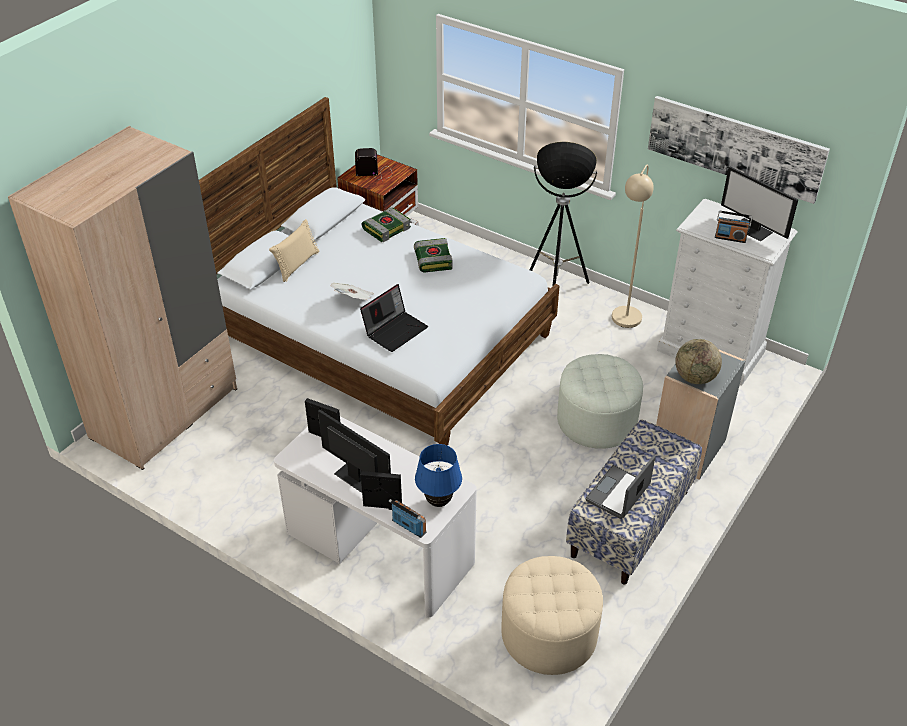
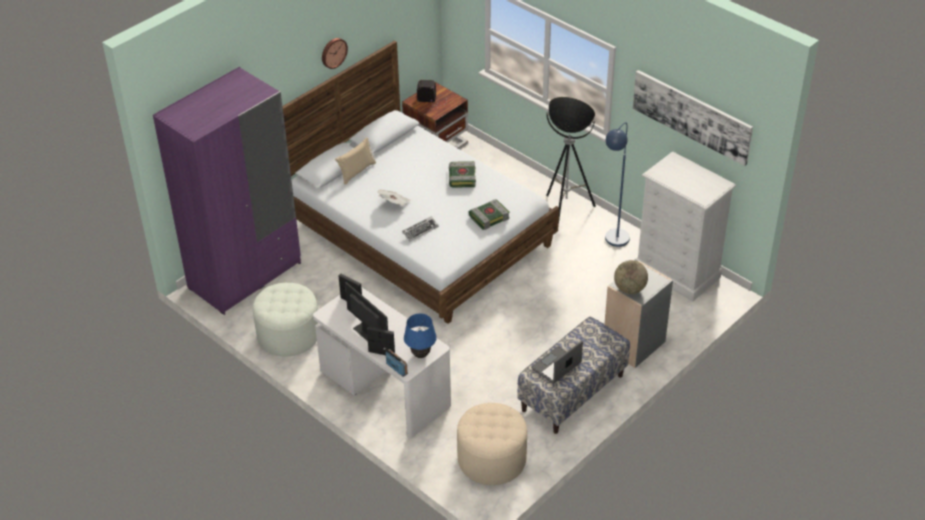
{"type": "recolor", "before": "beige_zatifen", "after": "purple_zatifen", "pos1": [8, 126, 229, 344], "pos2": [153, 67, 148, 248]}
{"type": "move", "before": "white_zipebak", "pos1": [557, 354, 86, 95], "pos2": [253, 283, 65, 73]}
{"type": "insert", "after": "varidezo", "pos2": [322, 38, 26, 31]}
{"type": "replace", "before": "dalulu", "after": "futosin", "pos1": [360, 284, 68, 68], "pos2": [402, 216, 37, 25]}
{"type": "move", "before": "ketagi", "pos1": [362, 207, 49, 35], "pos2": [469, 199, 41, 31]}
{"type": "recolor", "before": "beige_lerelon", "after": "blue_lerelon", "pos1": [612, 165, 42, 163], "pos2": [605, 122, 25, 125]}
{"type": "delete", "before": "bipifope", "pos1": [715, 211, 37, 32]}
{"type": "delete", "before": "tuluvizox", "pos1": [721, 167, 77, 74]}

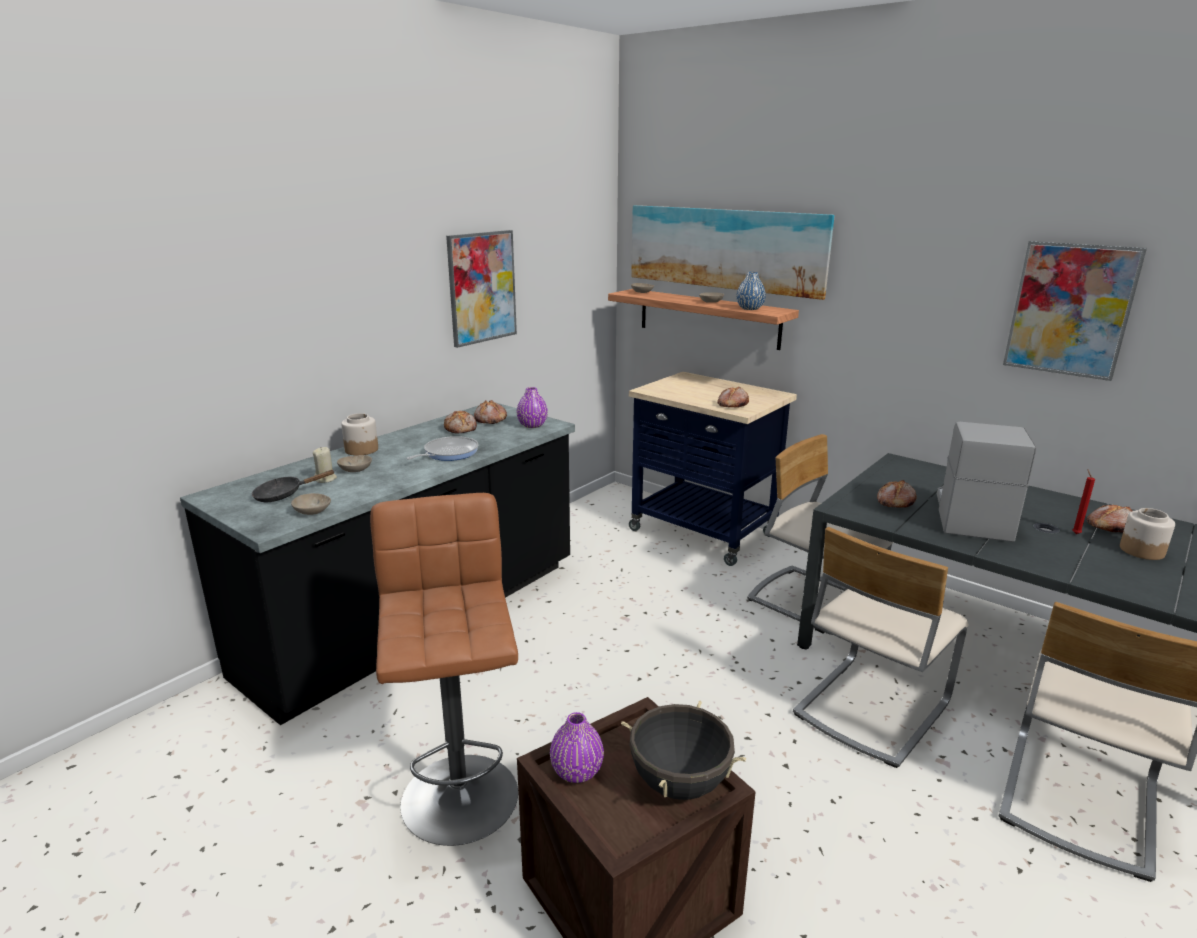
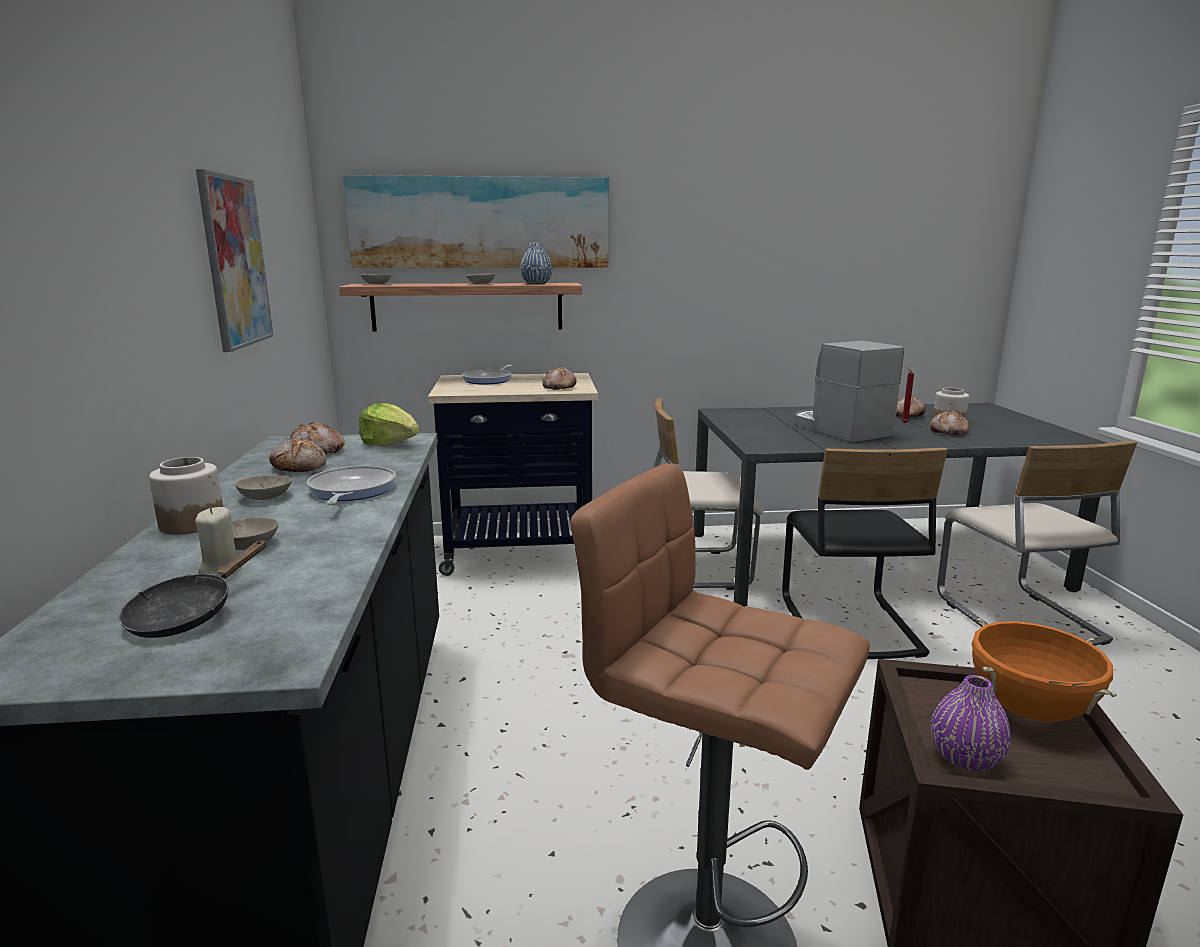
{"type": "move", "before": "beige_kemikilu", "pos1": [291, 493, 40, 22], "pos2": [235, 476, 57, 24]}
{"type": "replace", "before": "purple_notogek", "after": "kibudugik", "pos1": [517, 387, 31, 41], "pos2": [359, 403, 60, 43]}
{"type": "insert", "after": "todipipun", "pos2": [462, 365, 50, 19]}
{"type": "recolor", "before": "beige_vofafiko", "after": "black_vofafiko", "pos1": [793, 527, 175, 241], "pos2": [782, 448, 165, 211]}
{"type": "move", "before": "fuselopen", "pos1": [877, 480, 40, 28], "pos2": [930, 410, 40, 25]}
{"type": "recolor", "before": "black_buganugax", "after": "orange_buganugax", "pos1": [621, 701, 126, 99], "pos2": [971, 618, 145, 104]}
{"type": "delete", "before": "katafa", "pos1": [1003, 241, 144, 140]}

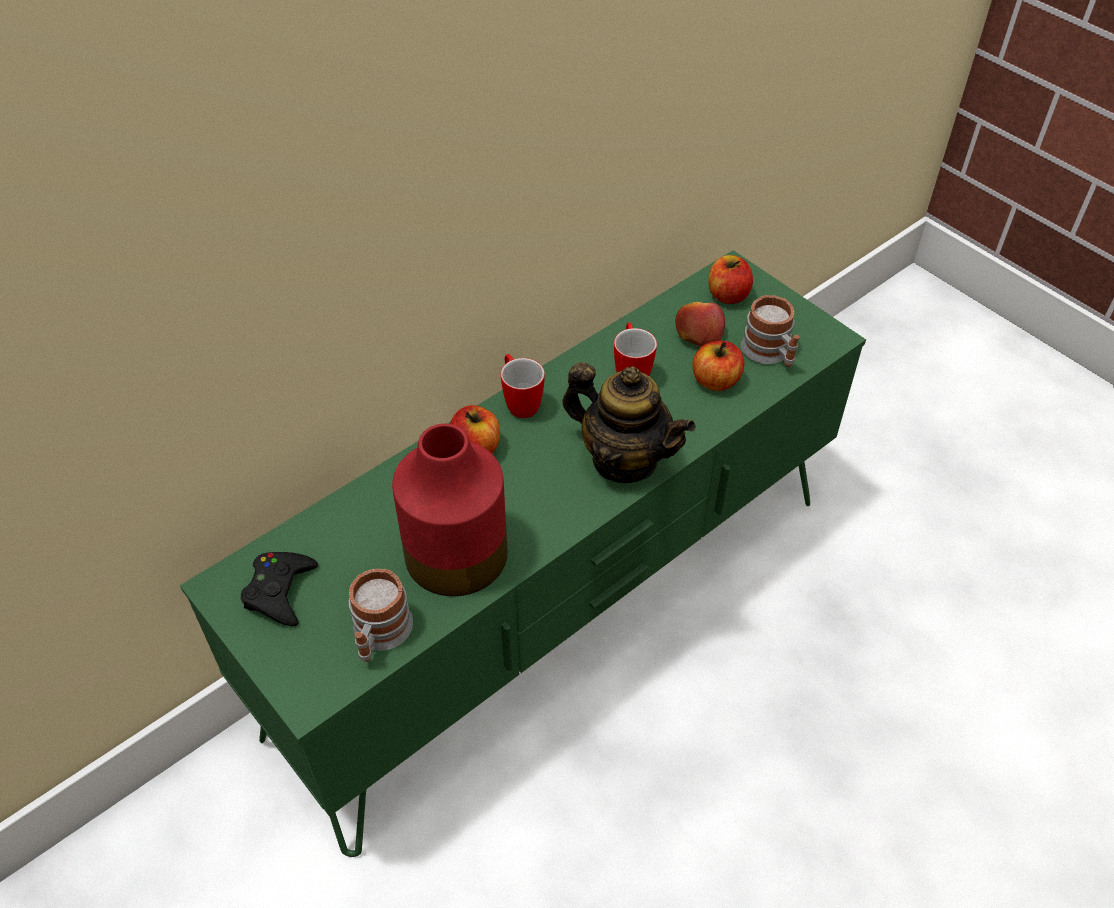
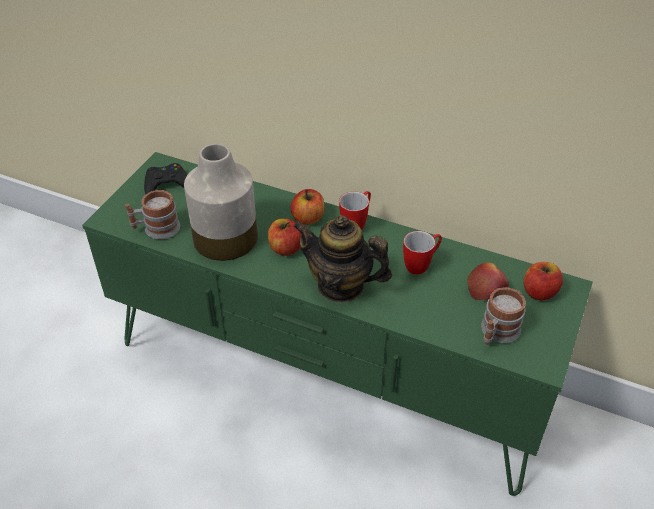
{"type": "recolor", "before": "red_notogek", "after": "beige_notogek", "pos1": [392, 424, 116, 172], "pos2": [184, 144, 74, 117]}
{"type": "move", "before": "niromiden", "pos1": [692, 341, 52, 50], "pos2": [268, 219, 34, 37]}
{"type": "rotate", "before": "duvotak", "pos1": [562, 362, 134, 121], "pos2": [293, 215, 99, 88], "turn": 105}

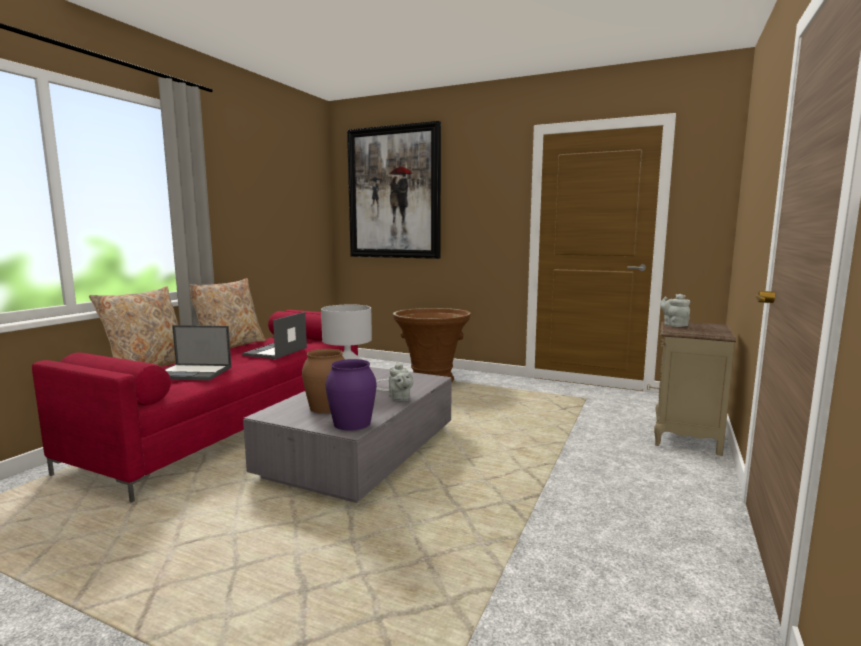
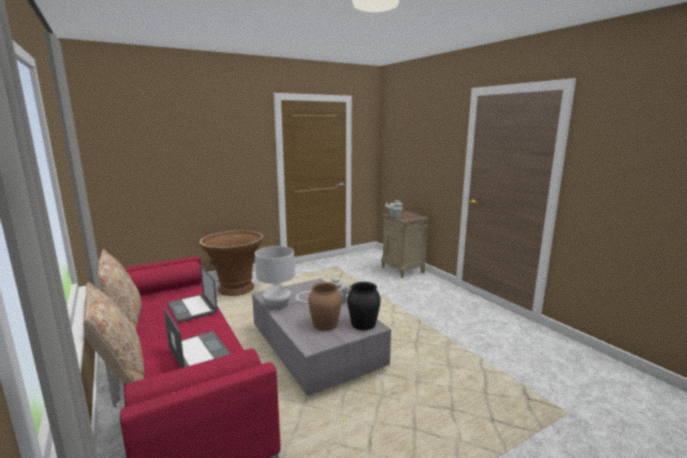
{"type": "rotate", "before": "dalulu", "pos1": [164, 325, 68, 55], "pos2": [164, 308, 67, 60], "turn": -75}
{"type": "recolor", "before": "purple_notogek", "after": "black_notogek", "pos1": [326, 359, 50, 71], "pos2": [347, 282, 34, 48]}
{"type": "delete", "before": "katafa", "pos1": [347, 121, 94, 138]}

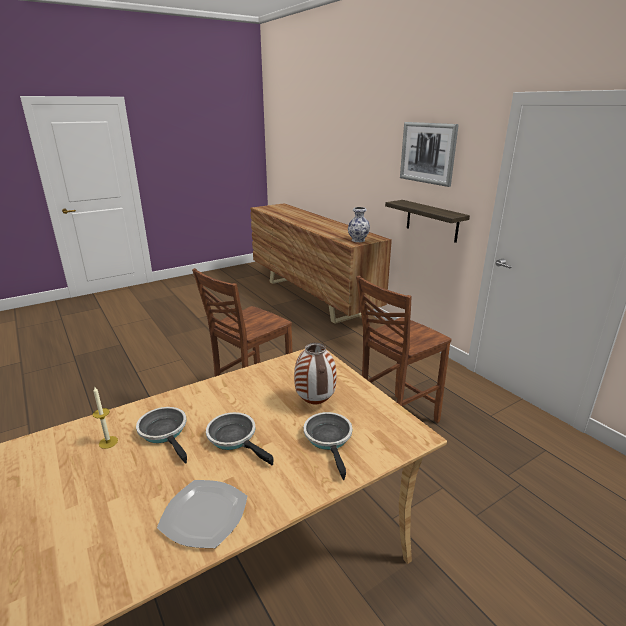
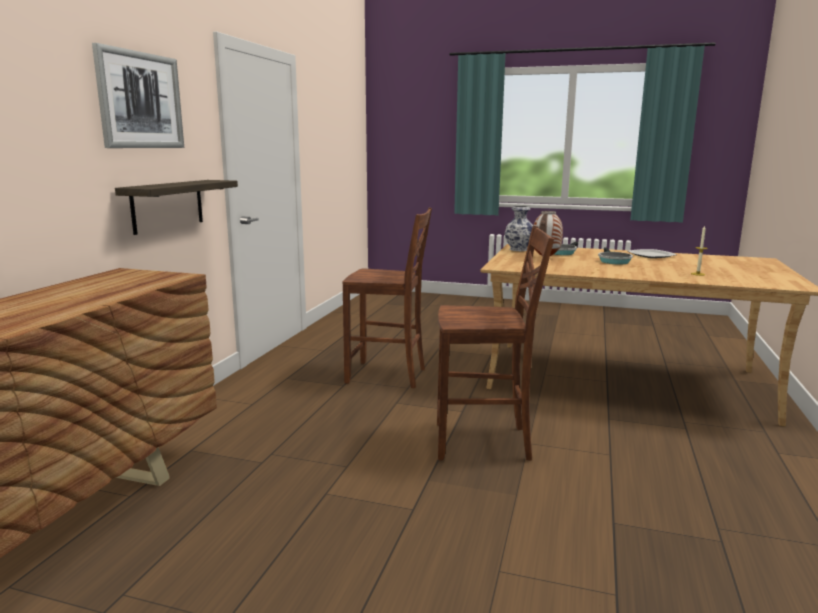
{"type": "move", "before": "notogek", "pos1": [348, 207, 22, 35], "pos2": [505, 206, 28, 45]}
{"type": "delete", "before": "todipipun", "pos1": [136, 407, 51, 57]}

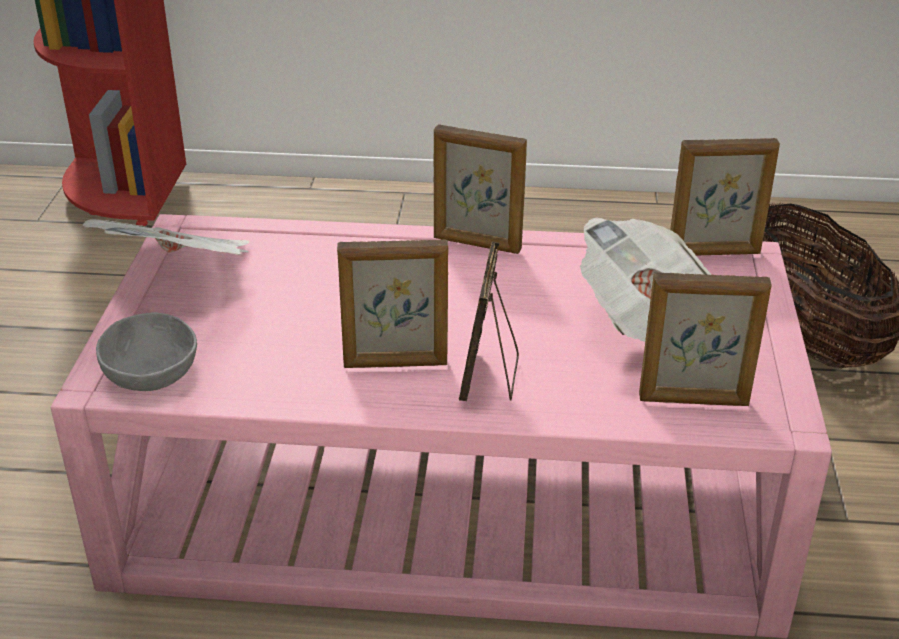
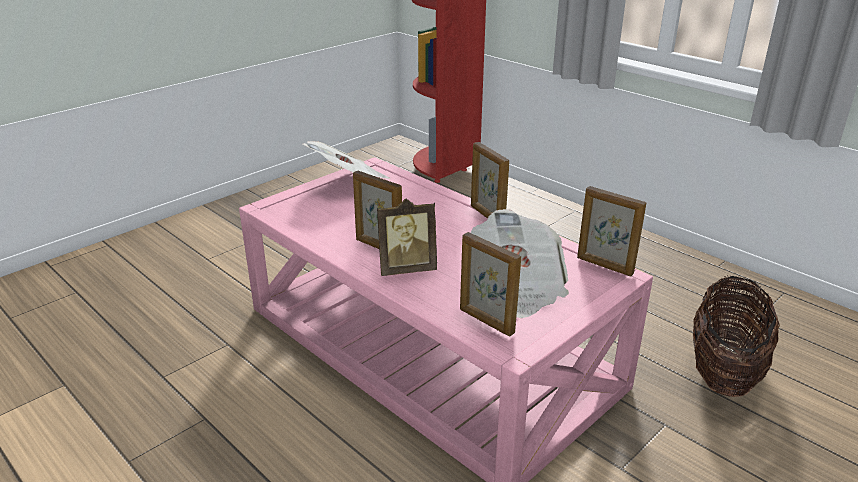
{"type": "rotate", "before": "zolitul", "pos1": [459, 242, 60, 159], "pos2": [377, 199, 60, 77], "turn": -150}
{"type": "delete", "before": "grey_kemikilu", "pos1": [96, 312, 101, 79]}

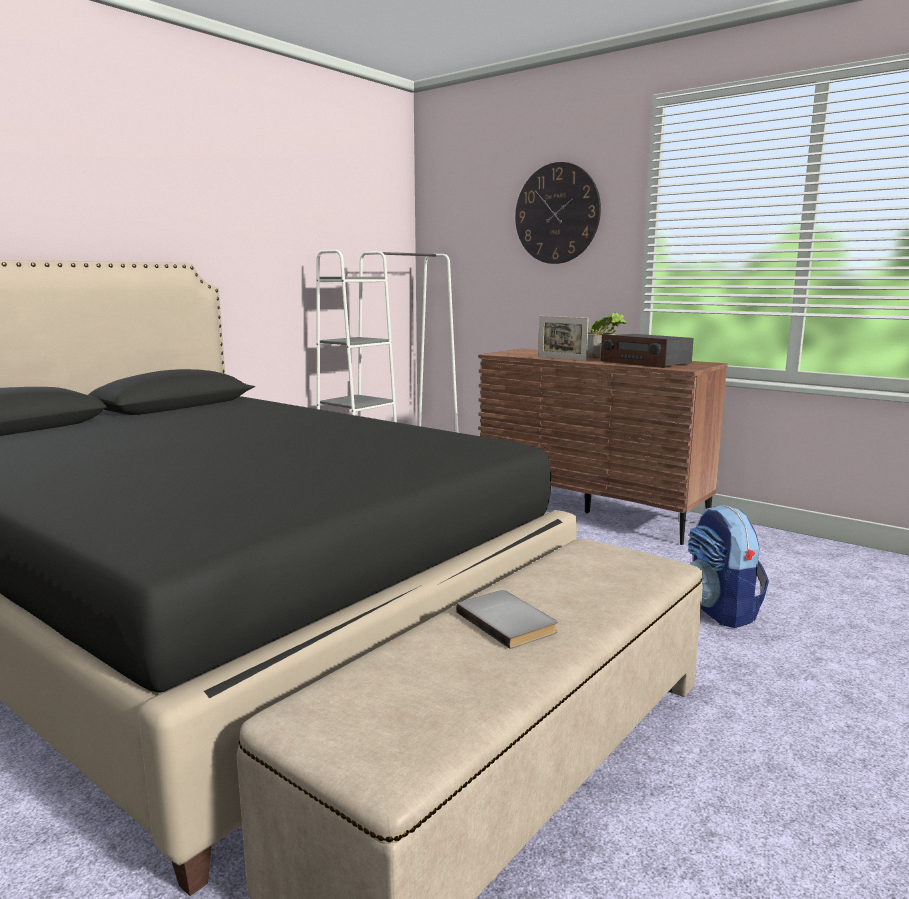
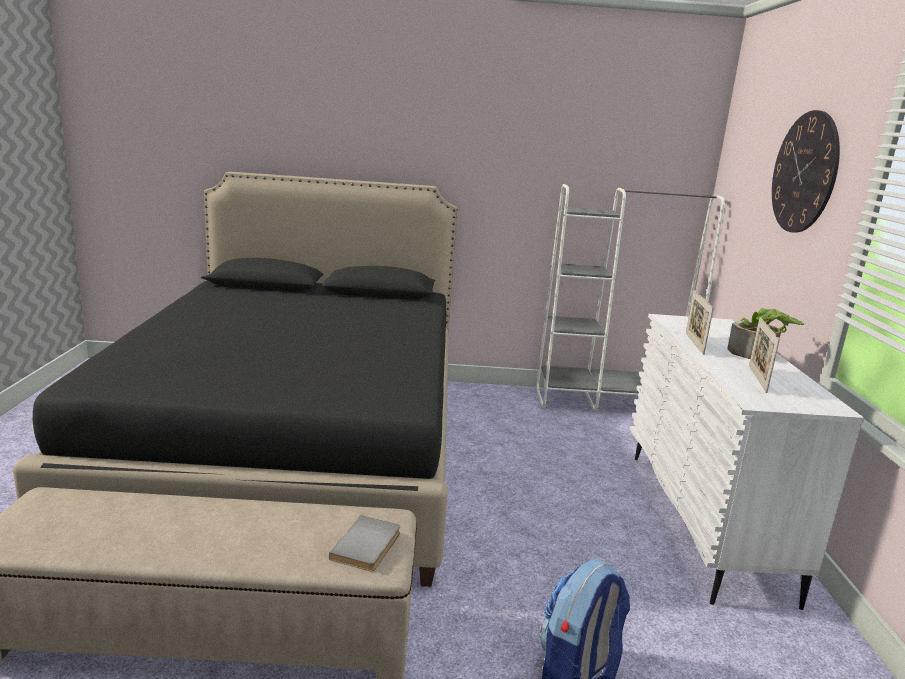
{"type": "move", "before": "grey_ketagi", "pos1": [456, 590, 101, 59], "pos2": [329, 515, 71, 56]}
{"type": "recolor", "before": "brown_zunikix", "after": "white_zunikix", "pos1": [478, 349, 250, 196], "pos2": [630, 314, 234, 296]}
{"type": "replace", "before": "bipifope", "after": "zolitul", "pos1": [601, 334, 93, 34], "pos2": [749, 317, 31, 76]}

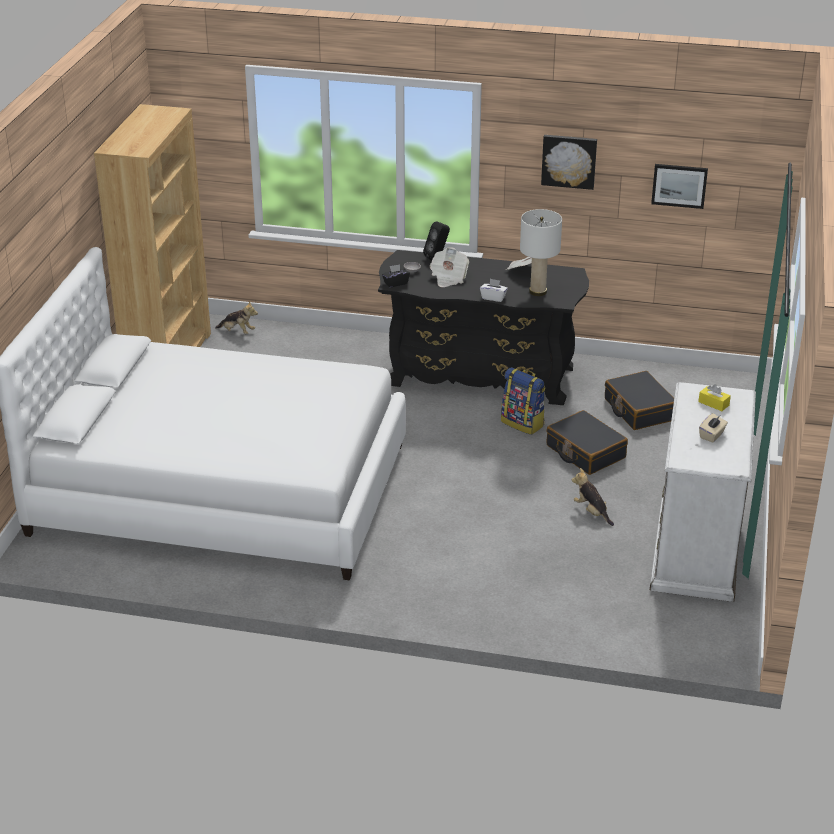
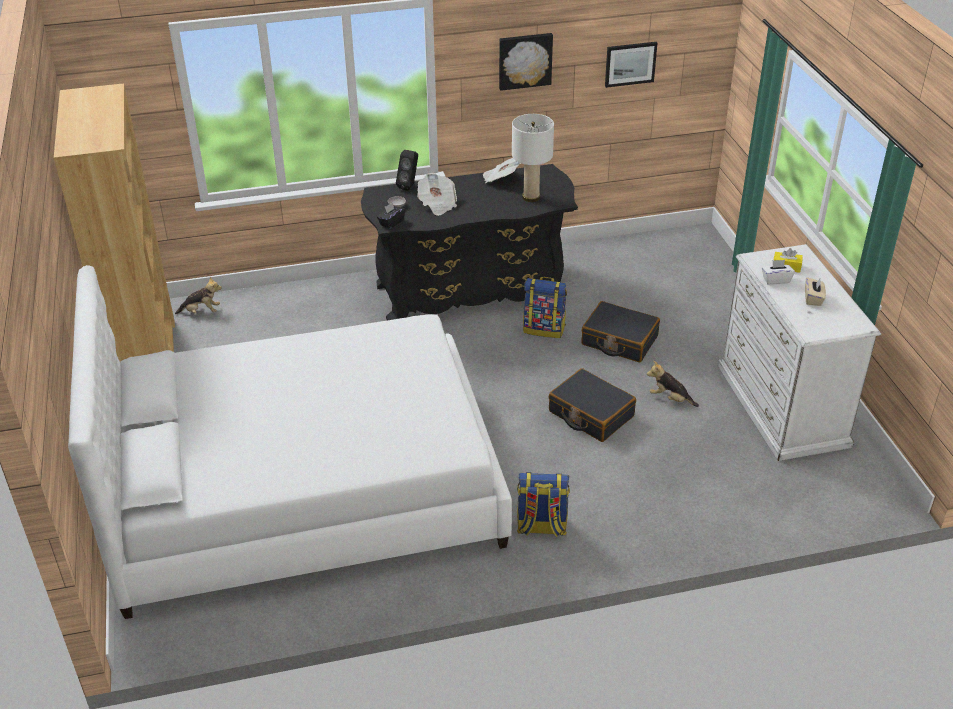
{"type": "insert", "after": "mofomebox", "pos2": [517, 473, 53, 64]}
{"type": "move", "before": "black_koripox", "pos1": [605, 371, 69, 59], "pos2": [548, 368, 88, 74]}
{"type": "move", "before": "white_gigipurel", "pos1": [480, 279, 28, 23], "pos2": [762, 260, 33, 25]}

